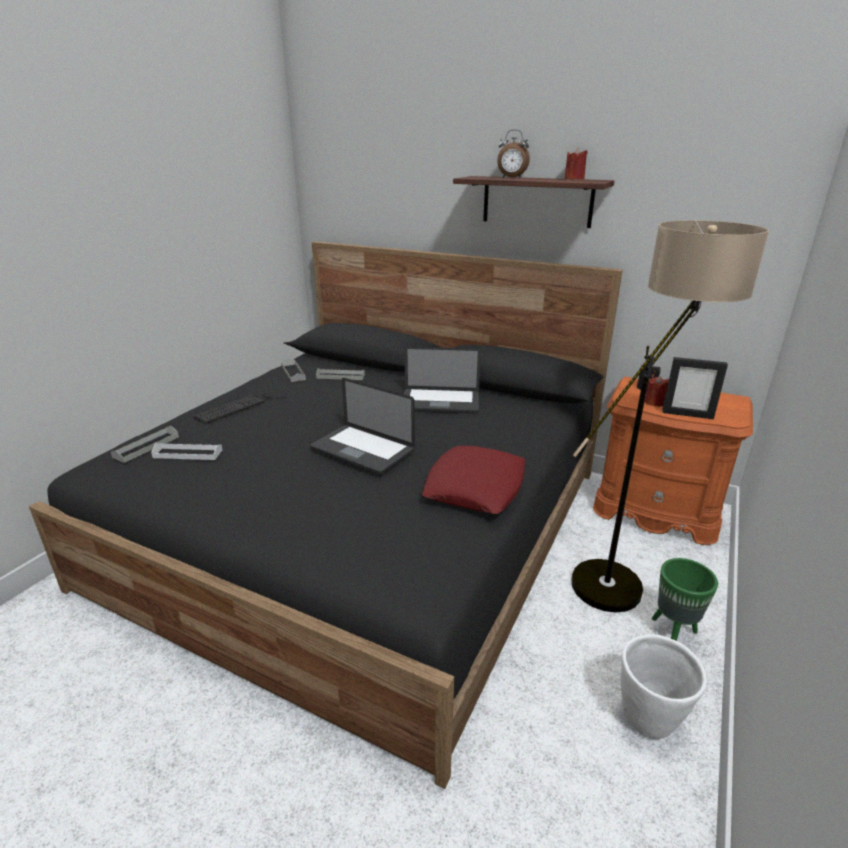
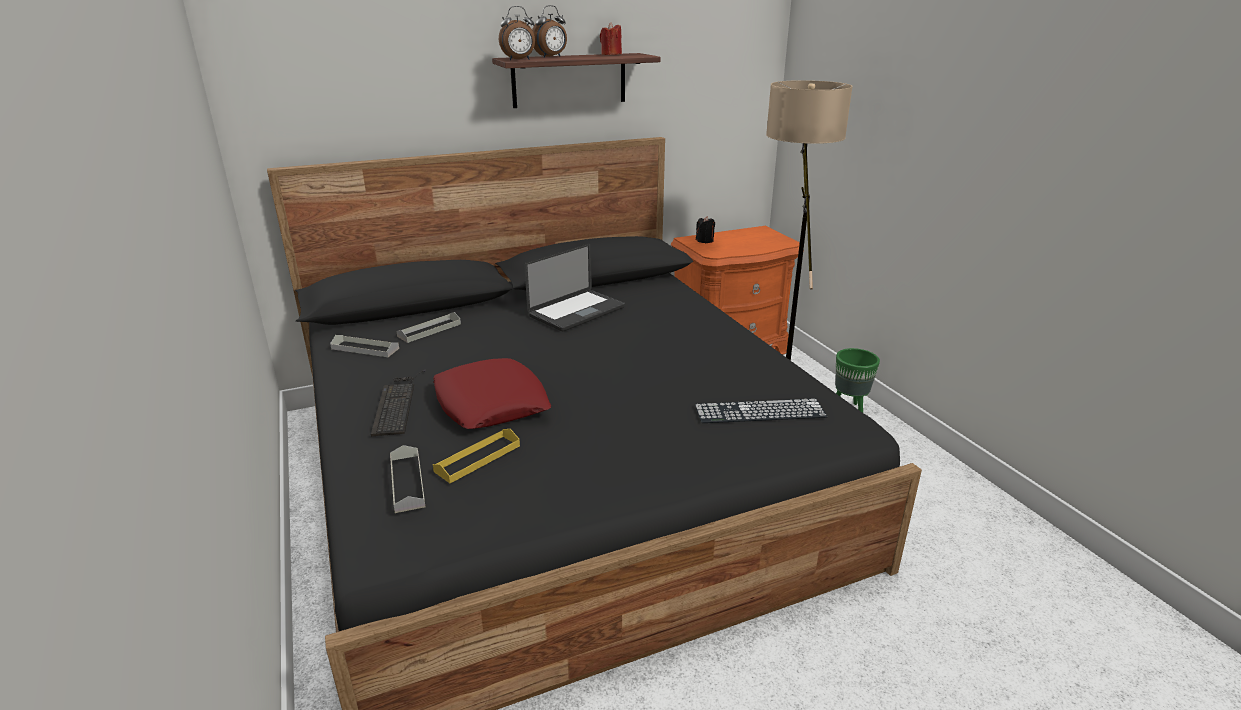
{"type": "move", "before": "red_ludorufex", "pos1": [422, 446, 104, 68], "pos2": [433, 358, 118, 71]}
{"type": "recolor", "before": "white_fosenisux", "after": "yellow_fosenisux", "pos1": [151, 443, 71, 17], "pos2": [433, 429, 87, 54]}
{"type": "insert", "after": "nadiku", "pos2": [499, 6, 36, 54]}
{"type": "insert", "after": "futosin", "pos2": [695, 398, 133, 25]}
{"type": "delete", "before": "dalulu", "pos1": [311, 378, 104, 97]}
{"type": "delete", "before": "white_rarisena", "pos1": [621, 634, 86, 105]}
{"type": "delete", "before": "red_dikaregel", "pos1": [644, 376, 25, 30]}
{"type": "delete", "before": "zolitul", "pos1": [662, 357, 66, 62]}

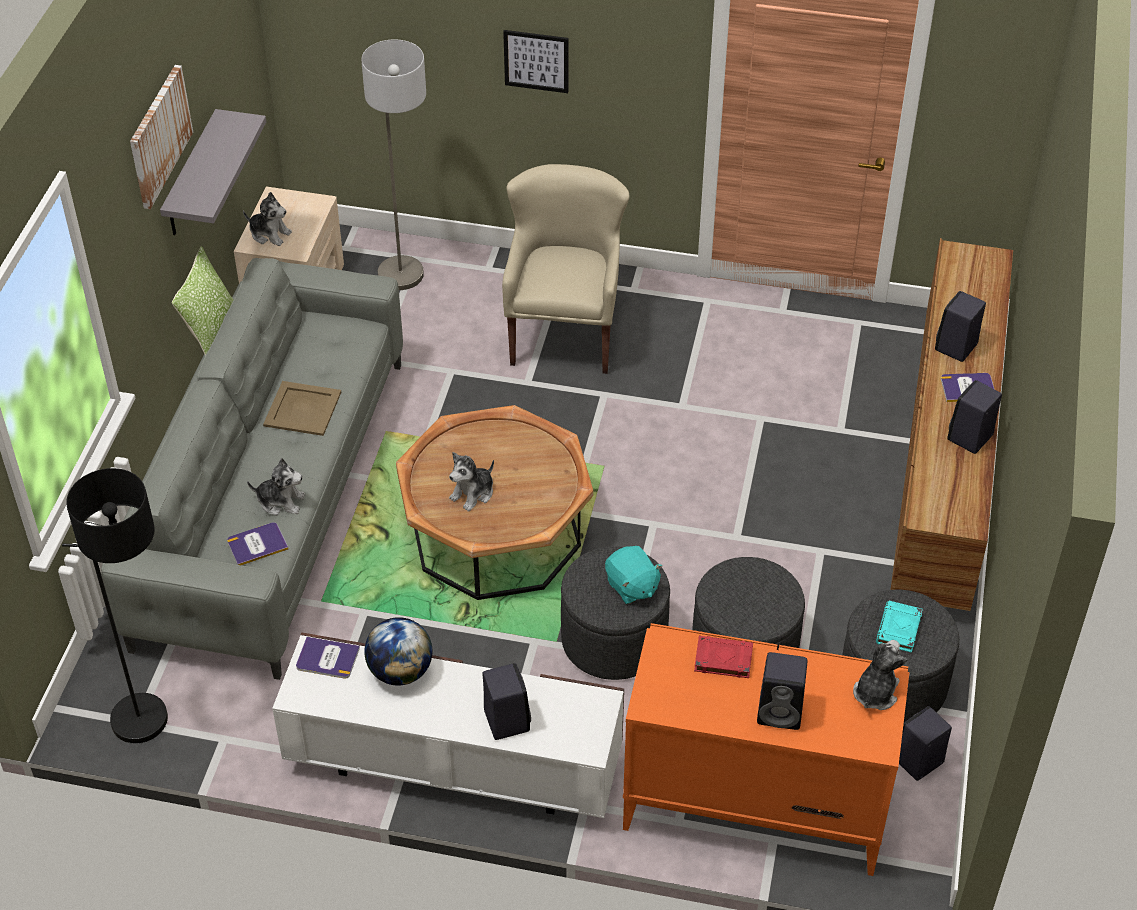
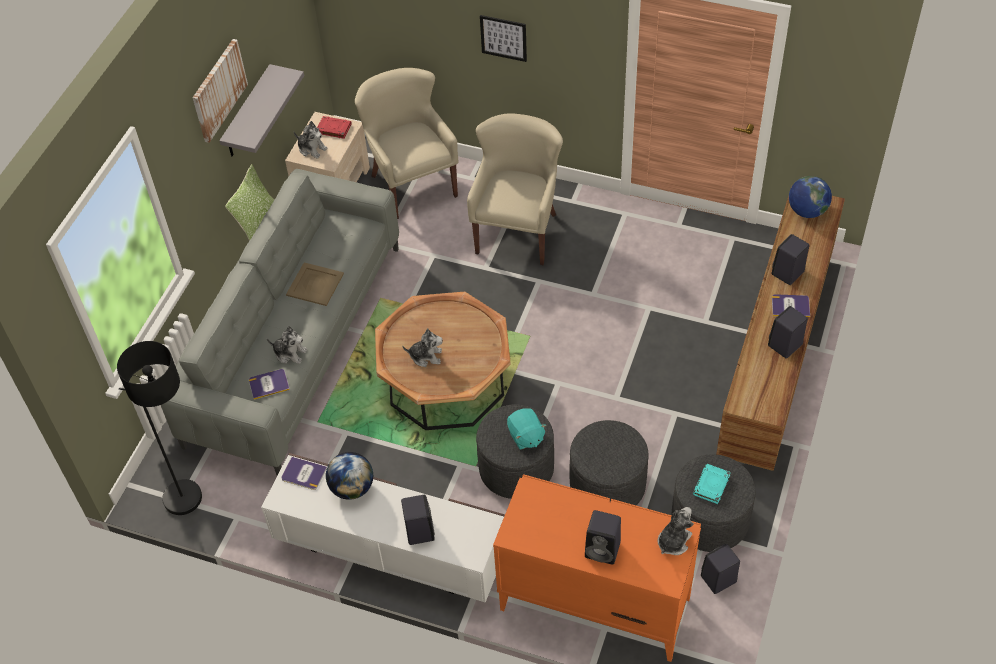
{"type": "move", "before": "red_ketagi", "pos1": [694, 636, 59, 42], "pos2": [317, 116, 35, 23]}
{"type": "replace", "before": "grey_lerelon", "after": "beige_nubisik", "pos1": [361, 39, 65, 251], "pos2": [355, 68, 104, 151]}
{"type": "rotate", "before": "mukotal", "pos1": [449, 452, 45, 59], "pos2": [402, 328, 41, 39], "turn": -135}
{"type": "insert", "after": "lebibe", "pos2": [789, 176, 43, 42]}

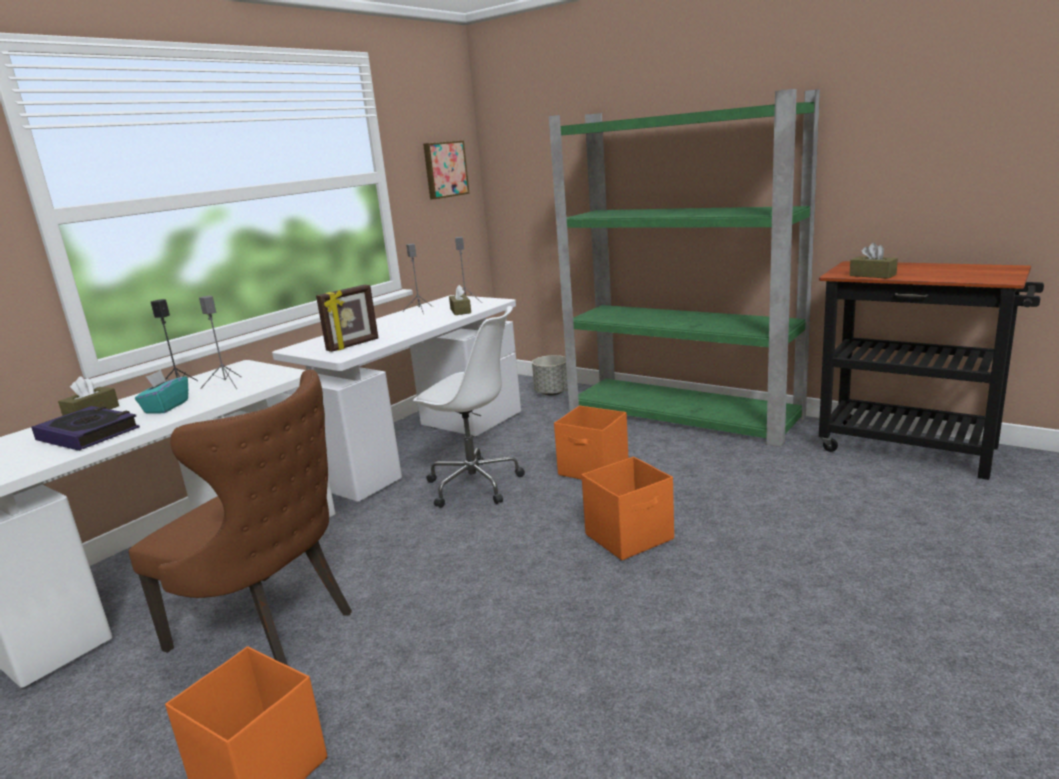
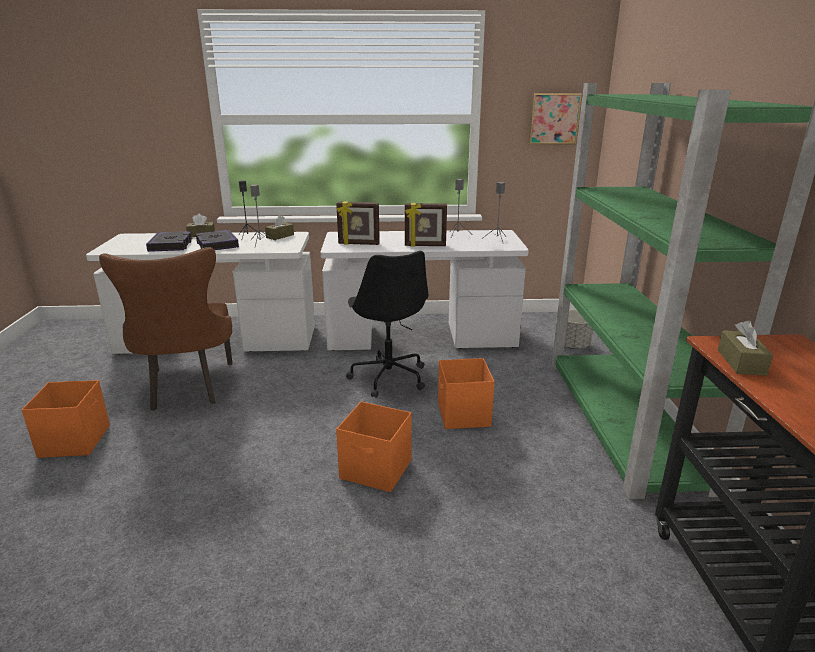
{"type": "replace", "before": "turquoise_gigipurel", "after": "ketagi", "pos1": [135, 370, 53, 44], "pos2": [196, 230, 43, 20]}
{"type": "move", "before": "brown_gigipurel", "pos1": [449, 285, 22, 30], "pos2": [265, 215, 29, 25]}
{"type": "recolor", "before": "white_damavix", "after": "black_damavix", "pos1": [413, 306, 112, 202], "pos2": [346, 251, 82, 147]}
{"type": "insert", "after": "zolitul", "pos2": [405, 203, 42, 44]}

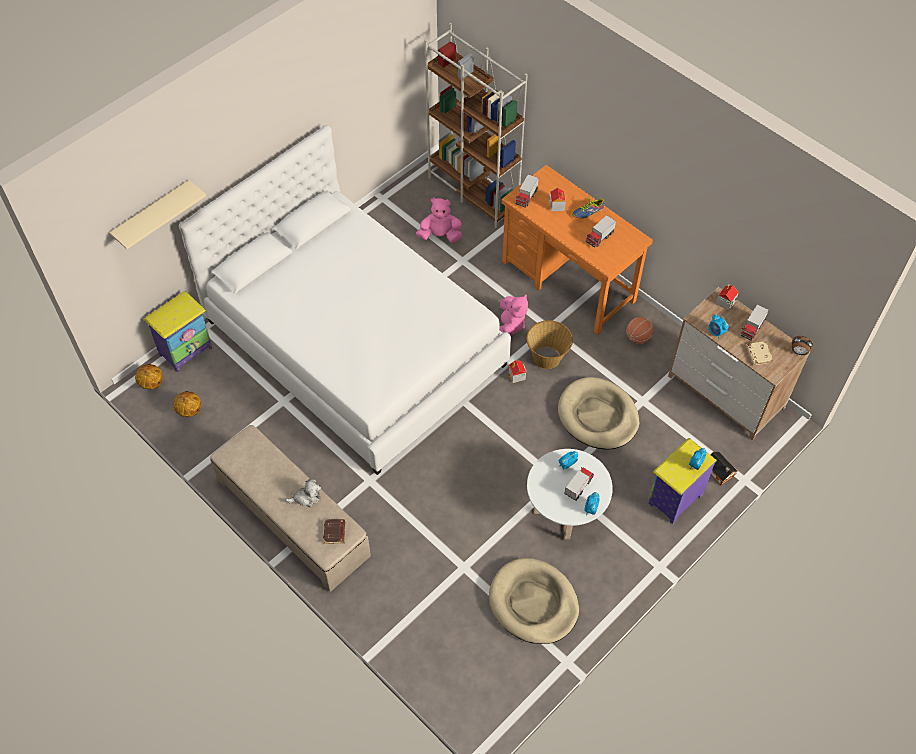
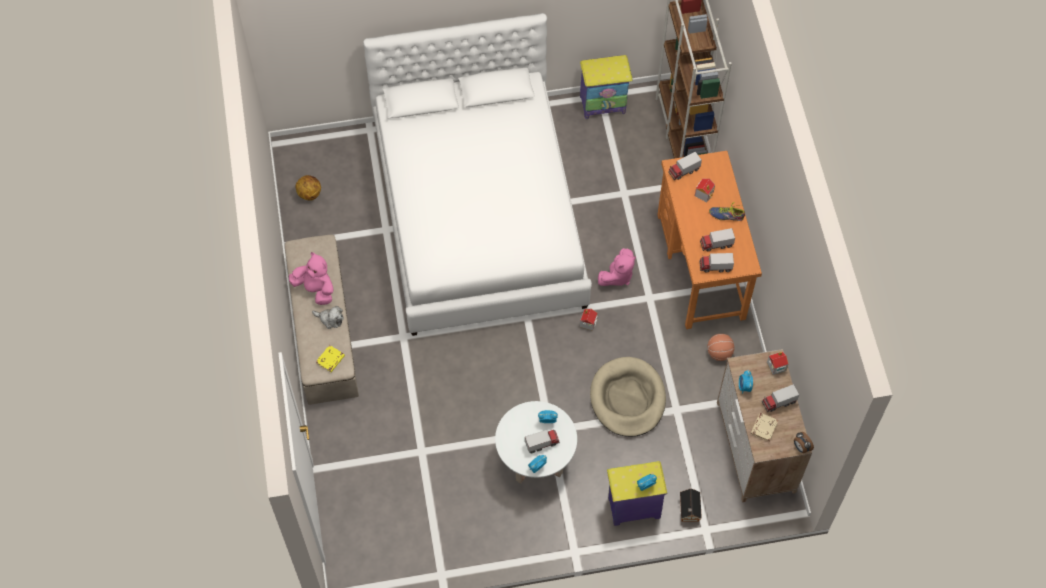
{"type": "move", "before": "pink_mukotal", "pos1": [416, 198, 46, 45], "pos2": [289, 252, 44, 53]}
{"type": "recolor", "before": "brown_ketagi", "after": "yellow_ketagi", "pos1": [323, 519, 22, 25], "pos2": [316, 345, 29, 27]}
{"type": "move", "before": "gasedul", "pos1": [144, 291, 68, 81], "pos2": [580, 55, 53, 64]}
{"type": "insert", "after": "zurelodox", "pos2": [699, 253, 35, 20]}
{"type": "delete", "before": "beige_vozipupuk", "pos1": [110, 180, 96, 69]}
{"type": "delete", "before": "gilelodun", "pos1": [135, 364, 28, 25]}
{"type": "delete", "before": "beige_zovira", "pos1": [489, 558, 90, 86]}
{"type": "delete", "before": "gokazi", "pos1": [526, 320, 47, 49]}

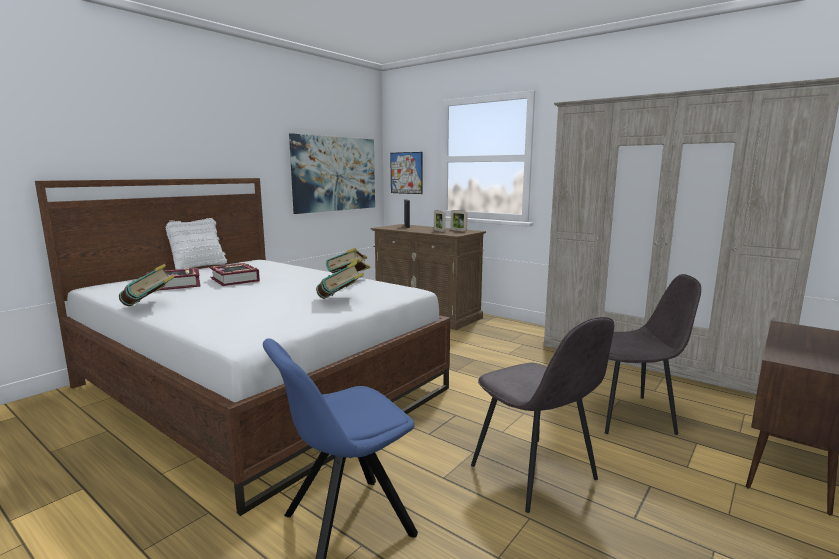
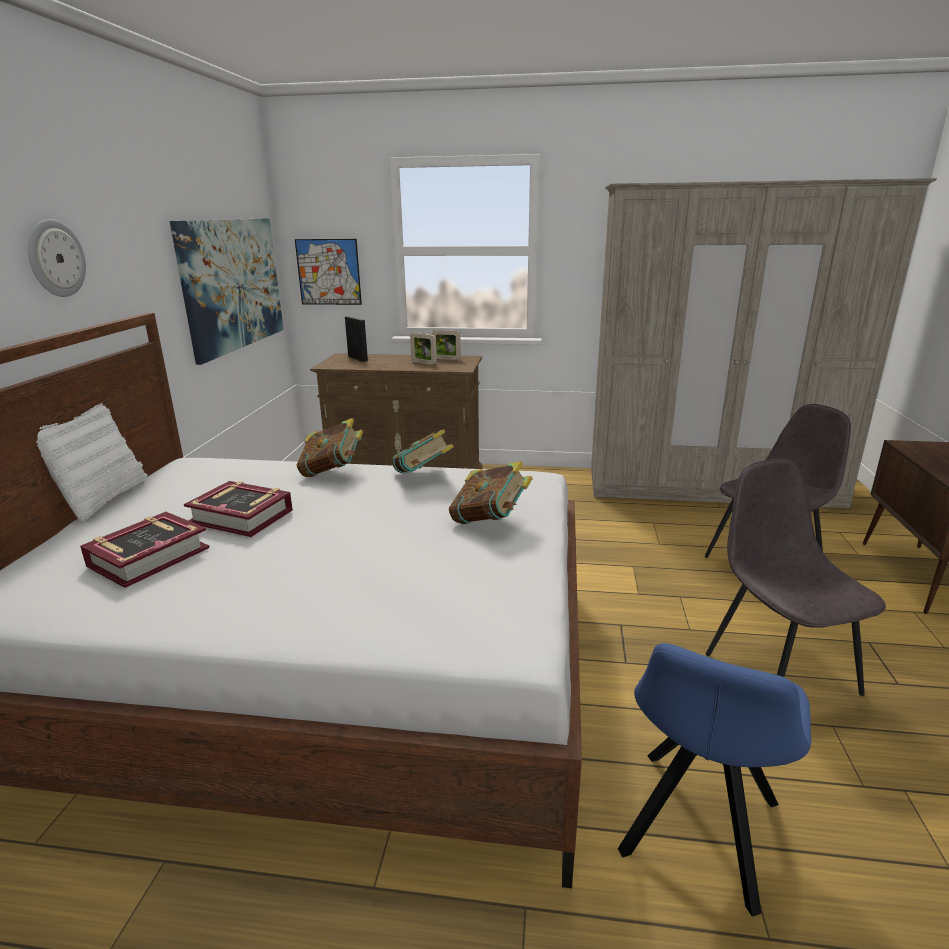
{"type": "insert", "after": "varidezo", "pos2": [28, 219, 58, 78]}
{"type": "move", "before": "ketagi", "pos1": [119, 264, 55, 42], "pos2": [297, 418, 66, 59]}
{"type": "rotate", "before": "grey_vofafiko", "pos1": [471, 317, 143, 196], "pos2": [706, 459, 180, 237], "turn": -135}

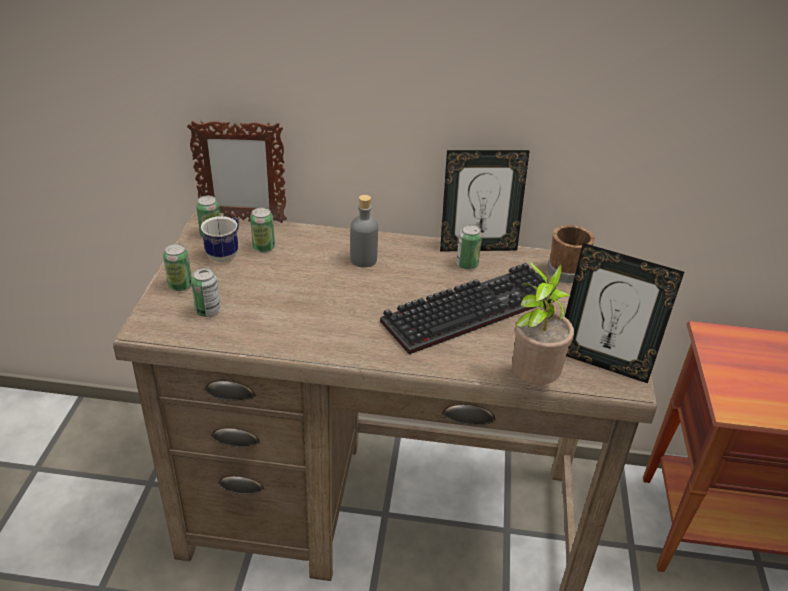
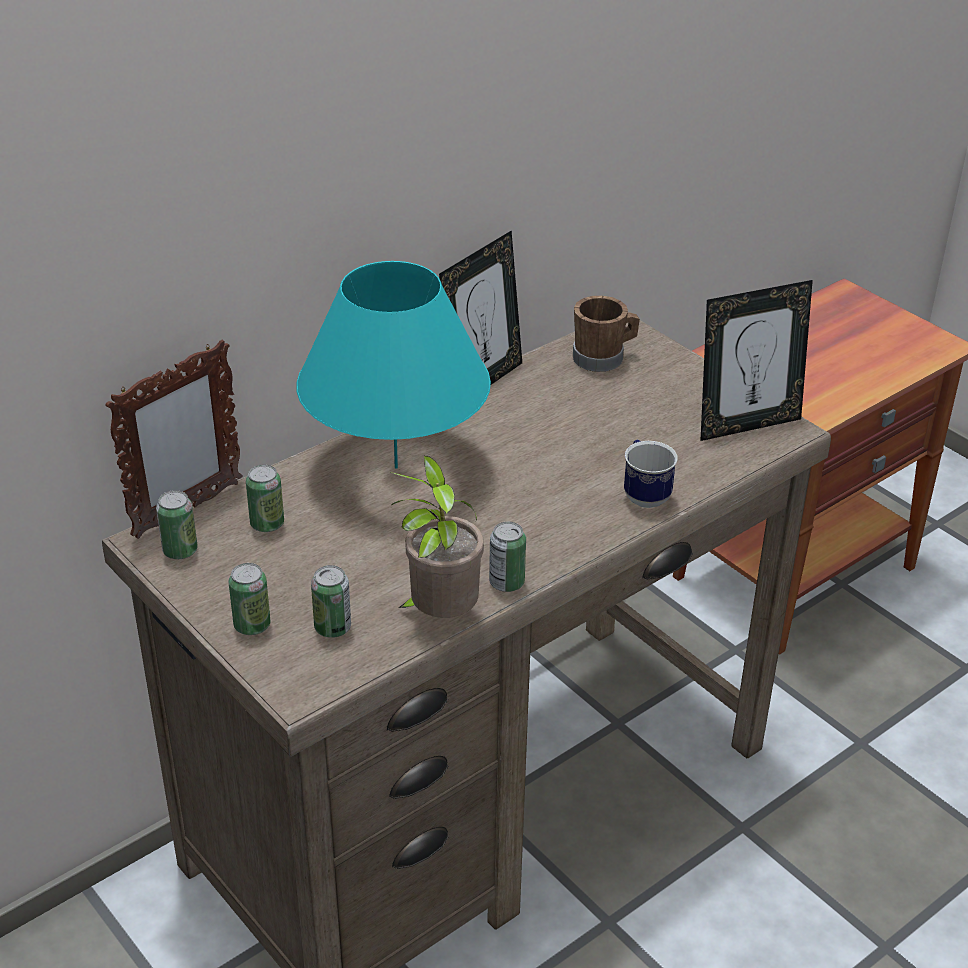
{"type": "replace", "before": "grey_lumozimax", "after": "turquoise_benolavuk", "pos1": [350, 195, 28, 73], "pos2": [296, 261, 195, 208]}
{"type": "move", "before": "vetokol", "pos1": [512, 261, 62, 123], "pos2": [391, 455, 93, 163]}
{"type": "move", "before": "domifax", "pos1": [456, 224, 26, 46], "pos2": [489, 522, 37, 70]}
{"type": "move", "before": "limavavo", "pos1": [201, 216, 38, 46], "pos2": [624, 440, 54, 68]}
{"type": "delete", "before": "futosin", "pos1": [380, 263, 178, 92]}

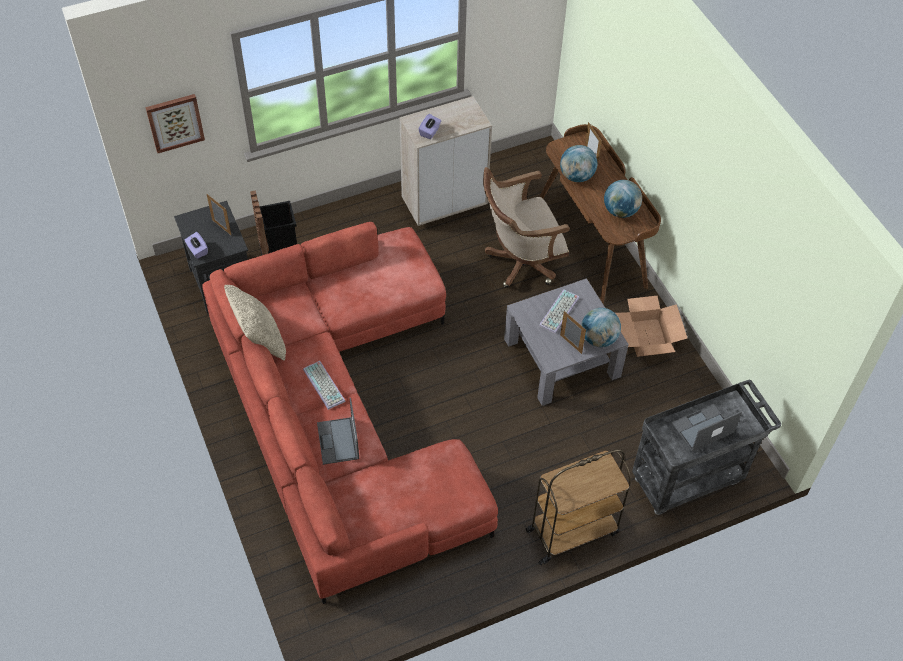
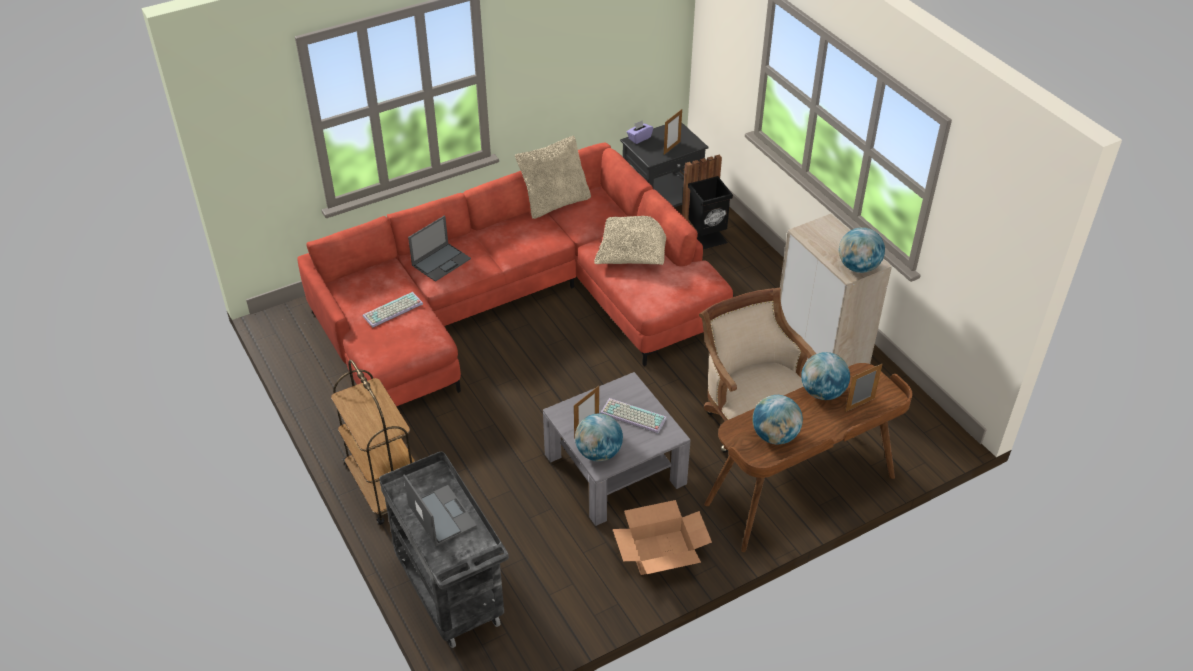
{"type": "move", "before": "futosin", "pos1": [303, 361, 43, 49], "pos2": [363, 292, 60, 36]}
{"type": "rotate", "before": "dalulu", "pos1": [317, 398, 42, 67], "pos2": [408, 215, 63, 67], "turn": 150}
{"type": "insert", "after": "beige_ludorufex", "pos2": [594, 216, 72, 49]}
{"type": "insert", "after": "lebibe", "pos2": [839, 227, 46, 46]}
{"type": "delete", "before": "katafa", "pos1": [145, 94, 60, 59]}
{"type": "delete", "before": "purple_gigipurel", "pos1": [419, 114, 22, 25]}

